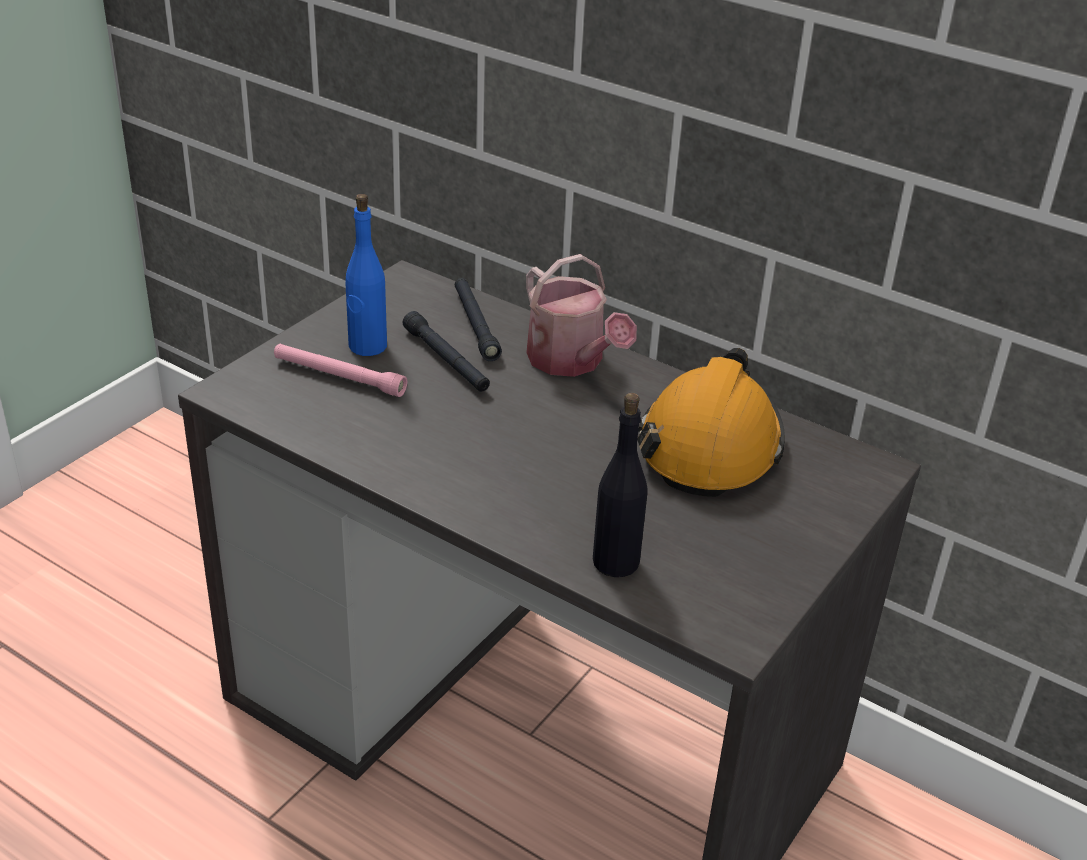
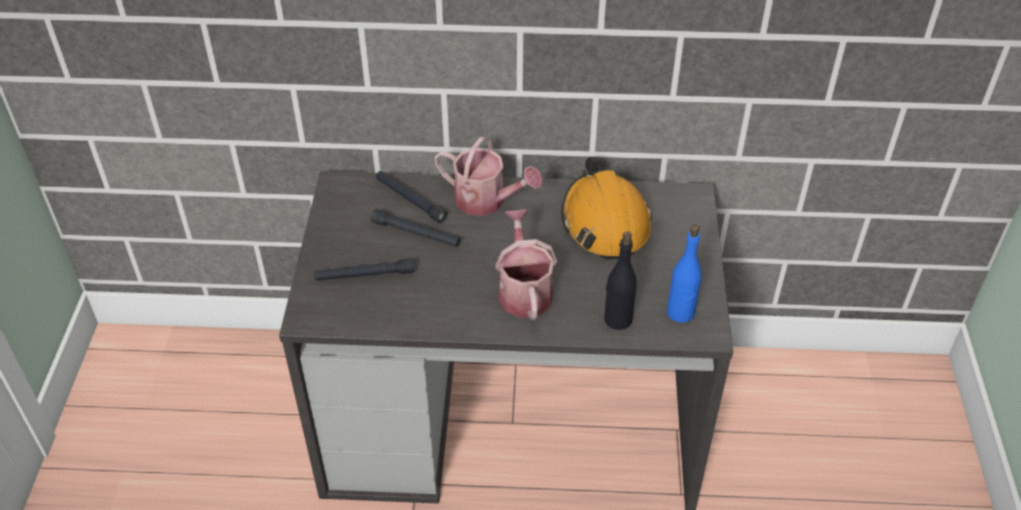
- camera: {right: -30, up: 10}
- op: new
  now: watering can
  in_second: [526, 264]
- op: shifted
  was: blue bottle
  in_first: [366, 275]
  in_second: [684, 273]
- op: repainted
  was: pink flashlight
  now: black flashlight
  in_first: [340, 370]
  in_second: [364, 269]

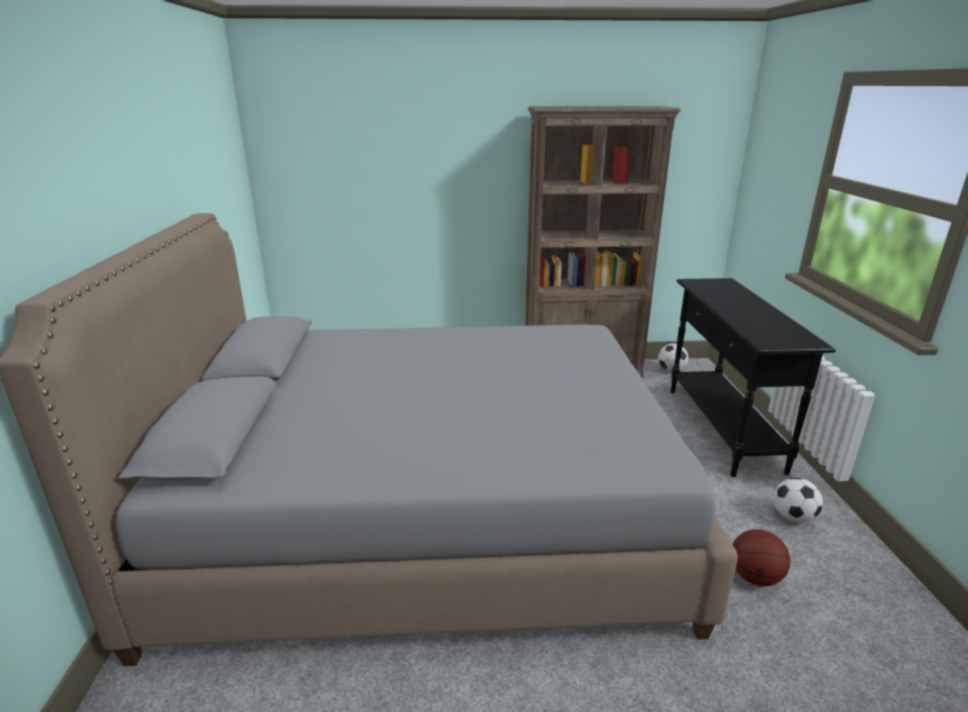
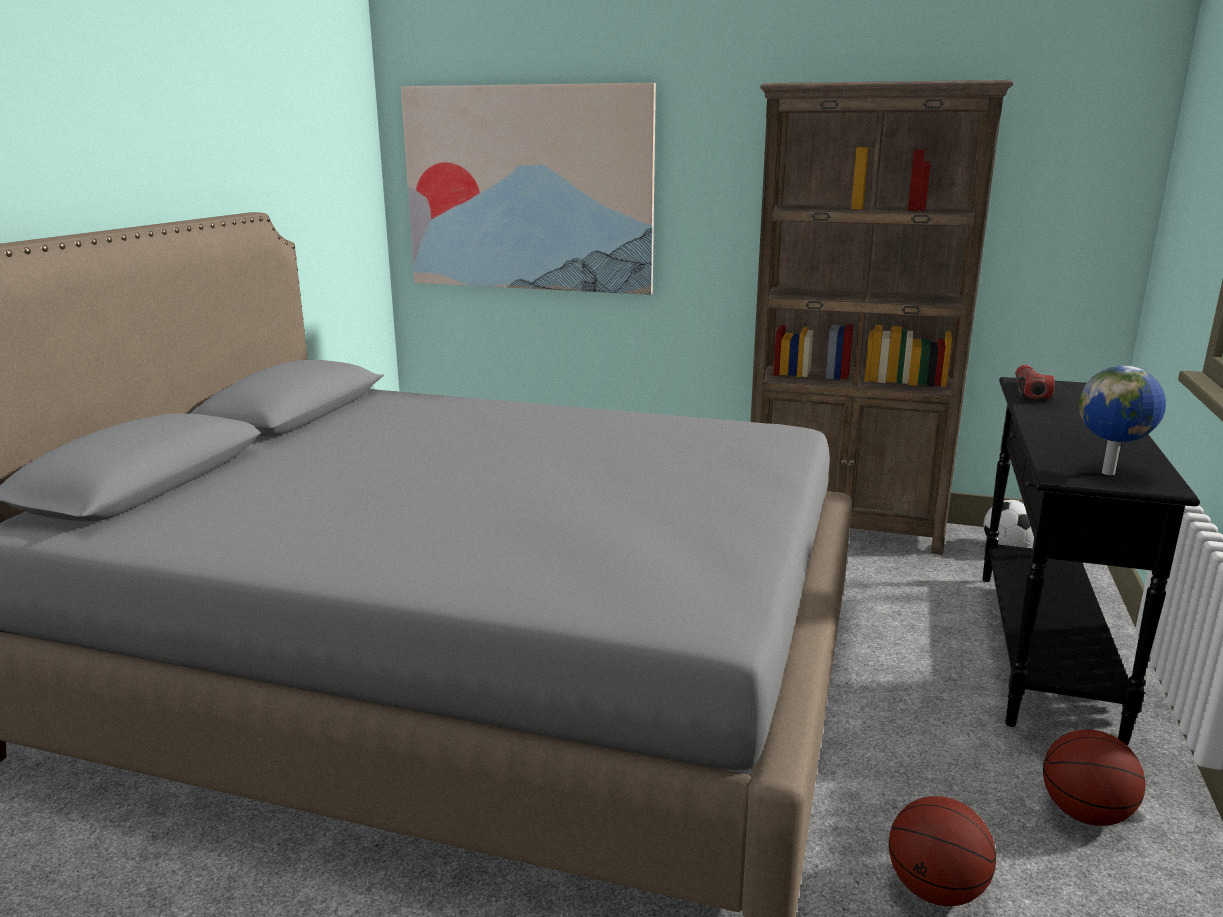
- camera: {right: 20, up: -5}
- op: new
  now: picture
  in_second: [528, 189]
- op: new
  now: flashlight
  in_second: [1035, 382]
- op: new
  now: globe
  in_second: [1122, 420]
- op: swapped
  was: football
  now: basketball
  in_first: [798, 500]
  in_second: [1094, 777]

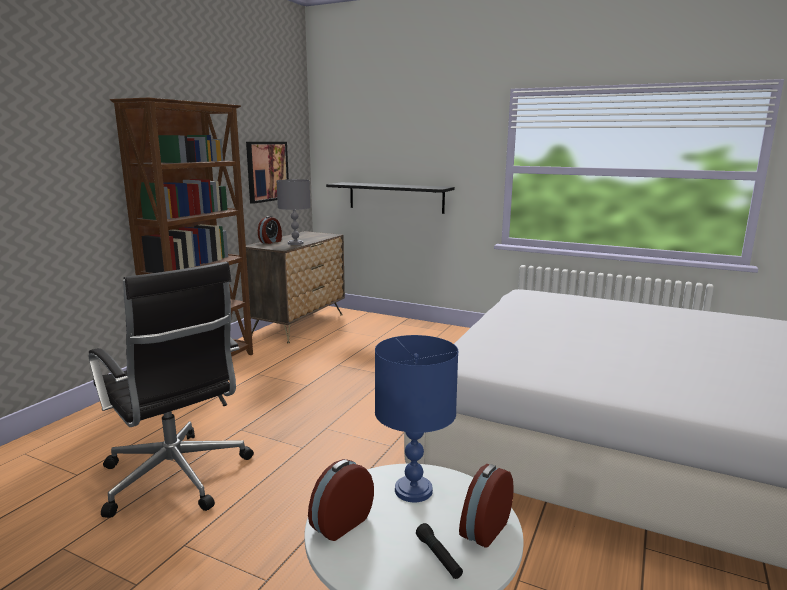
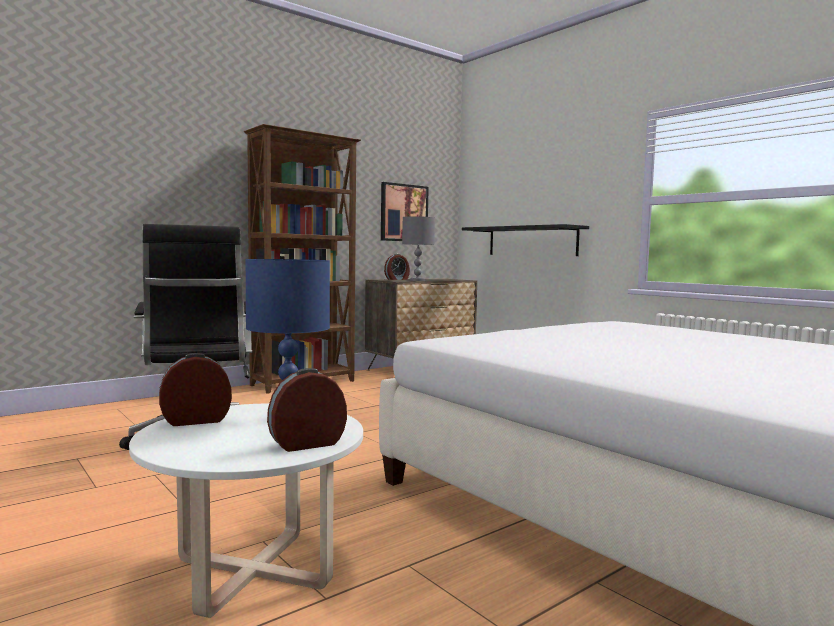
- camera: {right: 25, up: -10}
- op: gone
  was: black flashlight
  in_first: [439, 551]

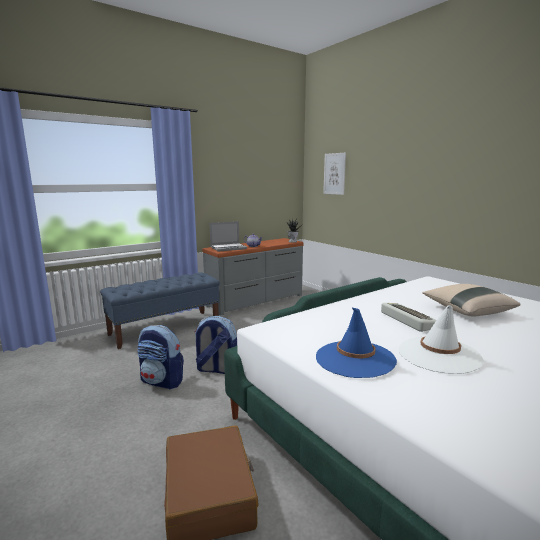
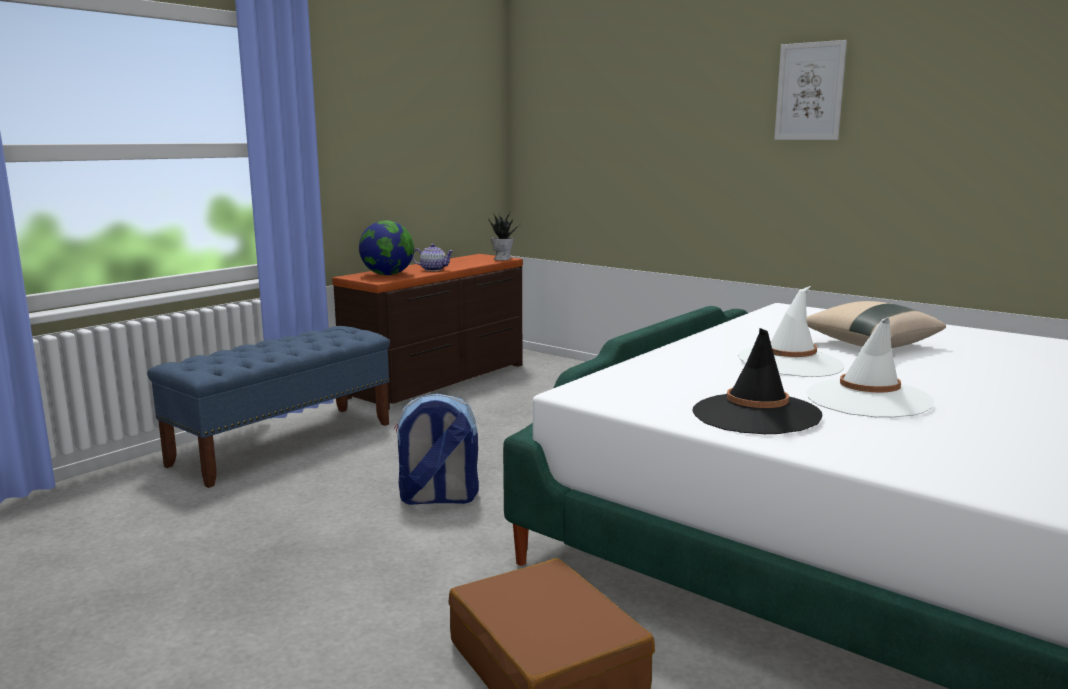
- camera: {right: -15, up: 0}
- op: gone
  was: backpack
  in_first: [160, 357]
- op: shifted
  was: picture
  in_first: [334, 174]
  in_second: [810, 90]
- op: swapped
  was: laptop
  now: globe
  in_first: [228, 236]
  in_second: [386, 248]
- op: swapped
  was: keyboard
  now: white hat
  in_first: [408, 317]
  in_second: [791, 331]
- op: repainted
  was: grey dresser
  now: brown dresser
  in_first: [253, 277]
  in_second: [427, 332]
- op: repainted
  was: blue hat
  now: black hat
  in_first: [356, 343]
  in_second: [757, 381]

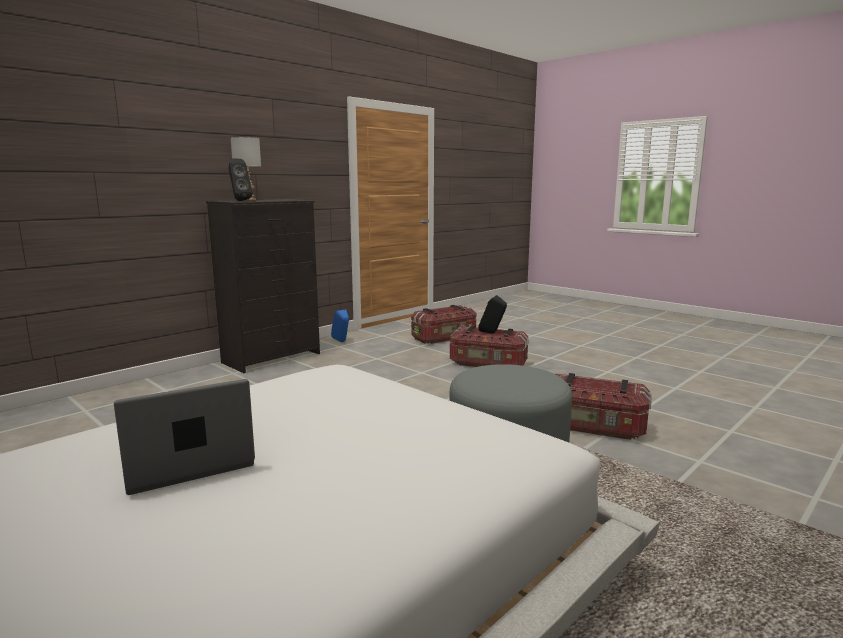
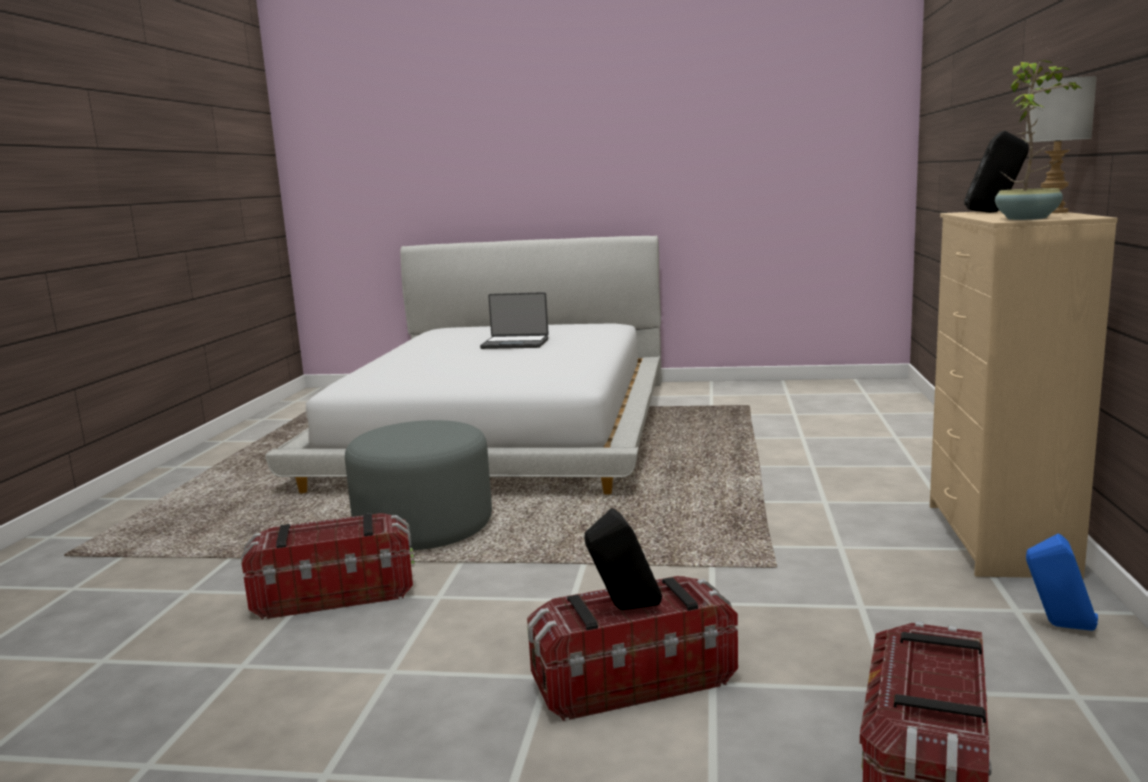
- camera: {right: 145, up: 0}
- op: new
  now: potted plant
  in_second: [1038, 140]
- op: repainted
  was: black dresser
  now: beige dresser
  in_first: [263, 286]
  in_second: [1024, 394]
- op: rotated
  was: laptop
  in_first: [184, 437]
  in_second: [514, 320]
  clockwise: 75

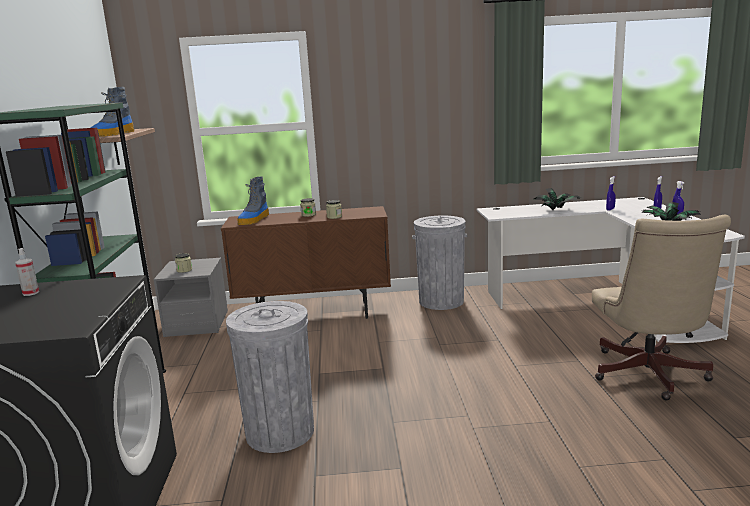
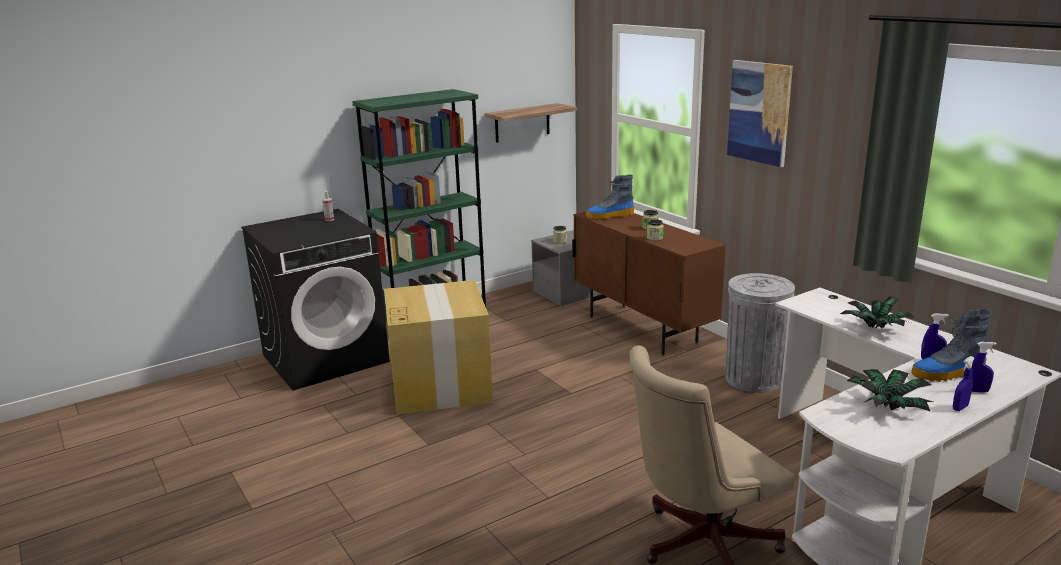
- camera: {right: 60, up: 5}
- op: new
  now: picture
  in_second: [760, 113]
- op: shifted
  was: boot
  in_first: [112, 112]
  in_second: [951, 345]
- op: swapped
  was: grey trash can
  now: cardboard box
  in_first: [270, 377]
  in_second: [438, 347]

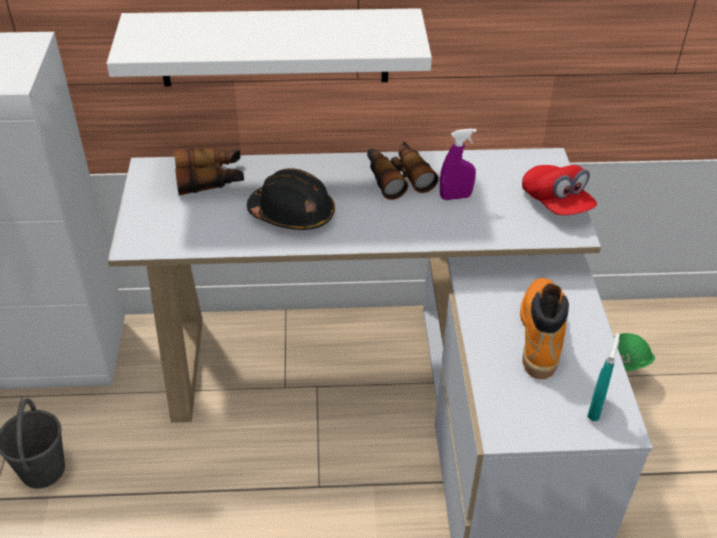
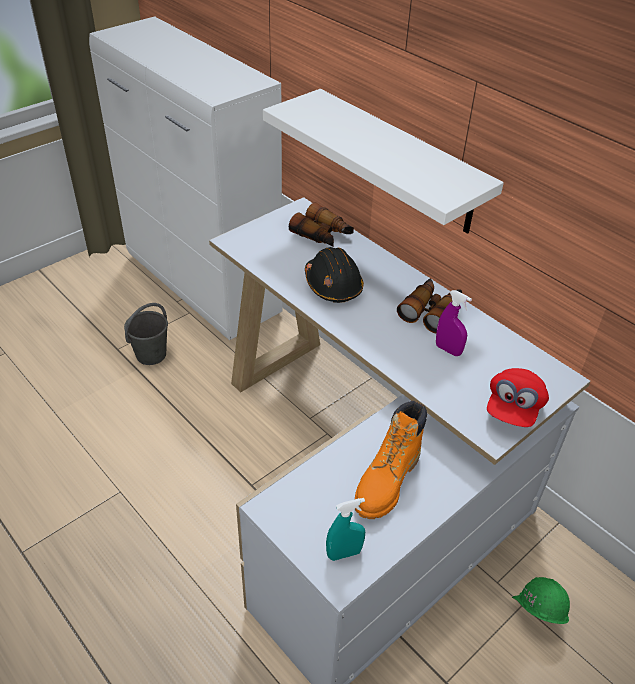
- camera: {right: 50, up: 0}
- op: rotated
  was: orange boot
  in_first: [544, 328]
  in_second: [391, 460]
  clockwise: 150

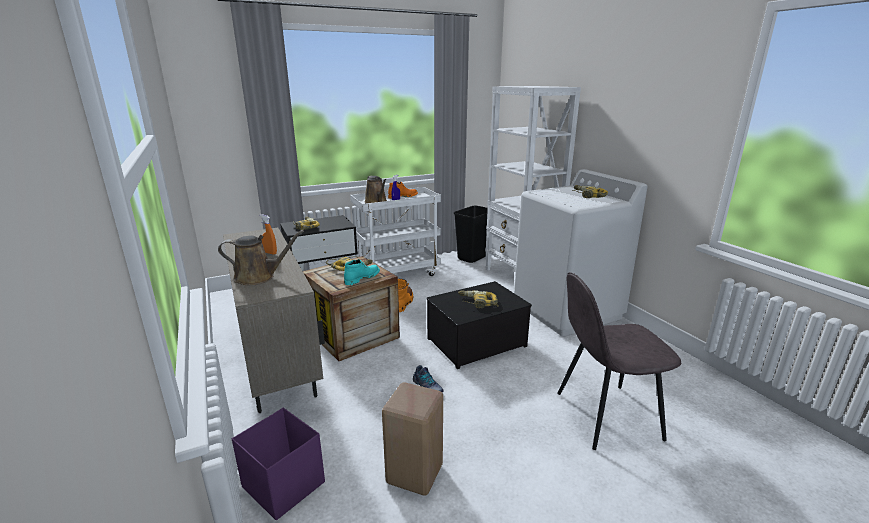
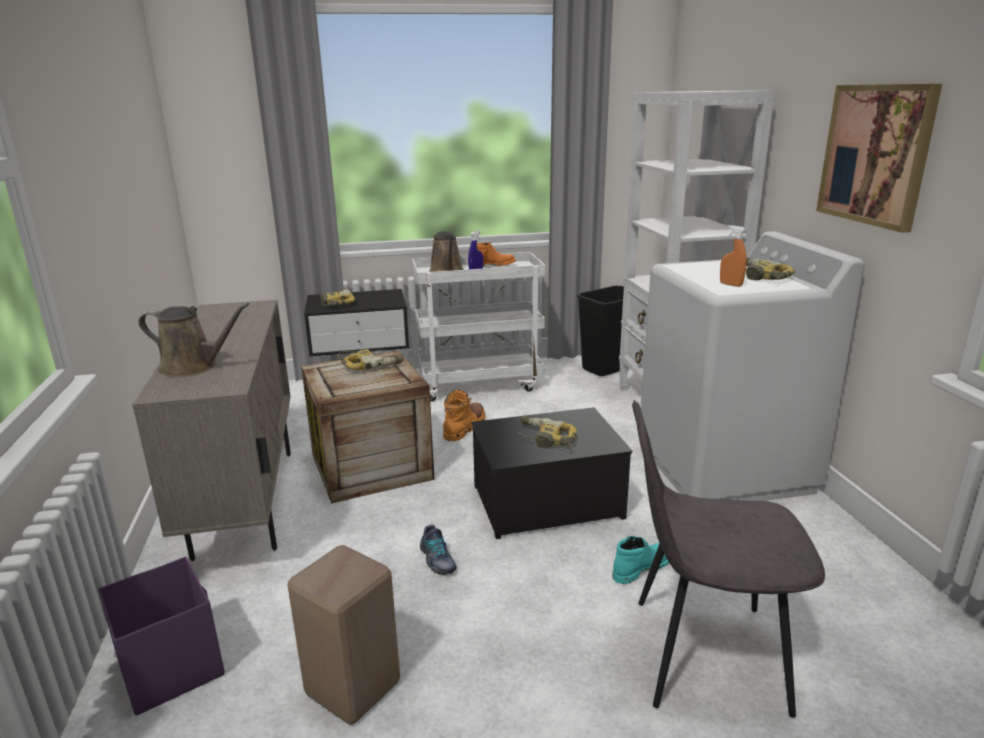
- camera: {right: 15, up: 0}
- op: new
  now: picture
  in_second: [879, 158]
- op: shifted
  was: orange spray bottle
  in_first: [268, 234]
  in_second: [733, 256]
- op: shifted
  was: turquoise boot
  in_first: [362, 272]
  in_second: [641, 560]

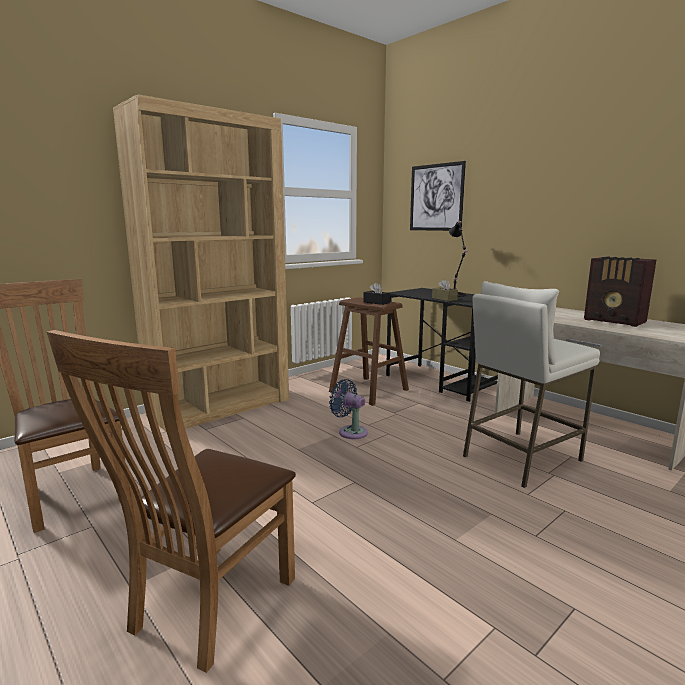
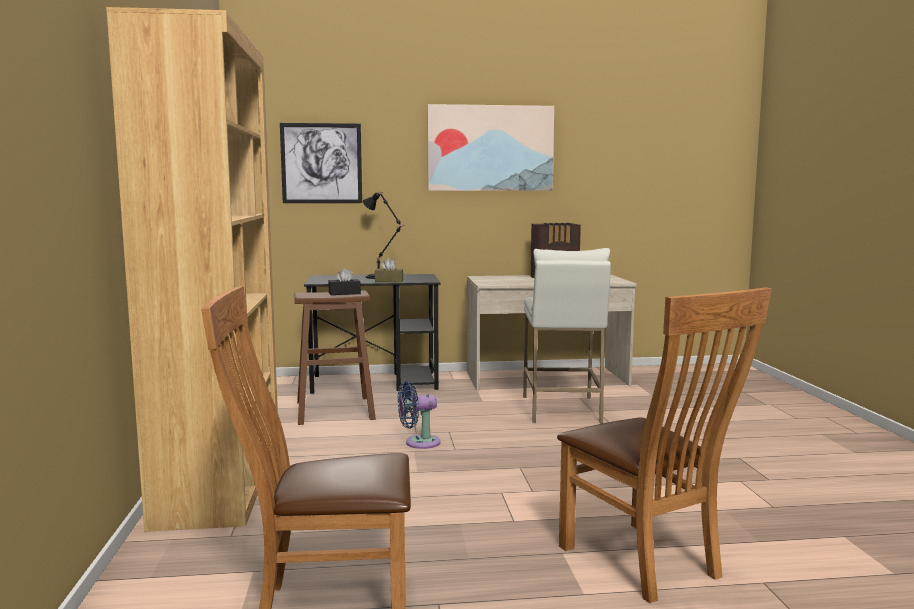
- camera: {right: -55, up: -5}
- op: new
  now: picture
  in_second: [490, 147]

